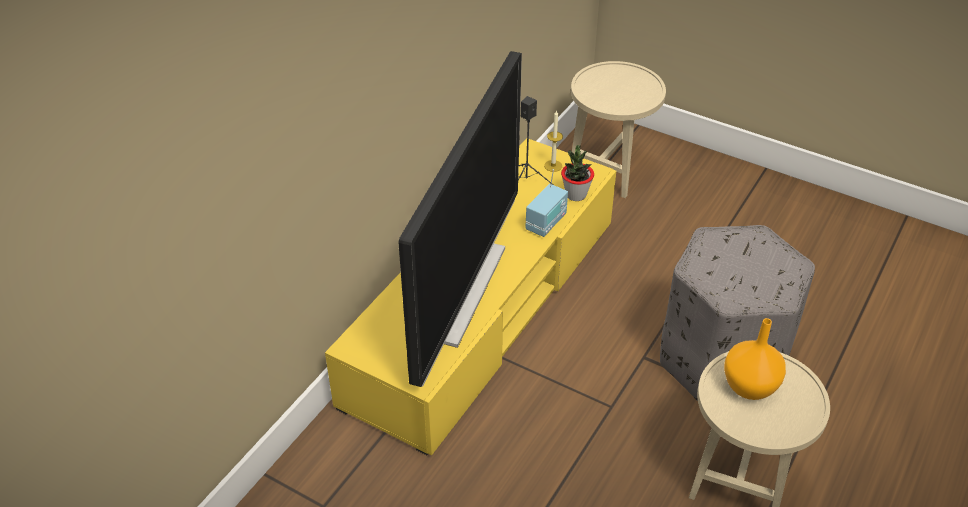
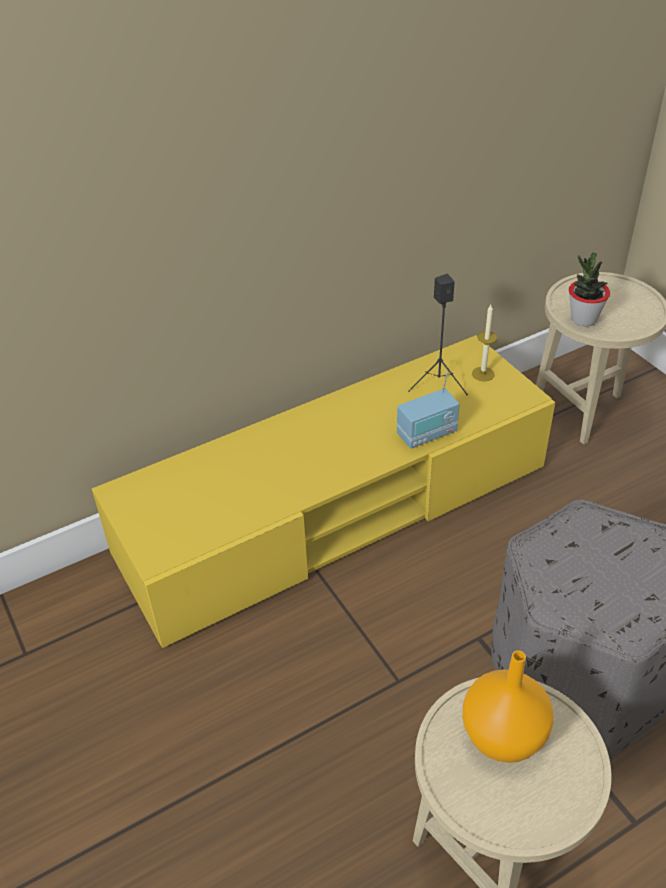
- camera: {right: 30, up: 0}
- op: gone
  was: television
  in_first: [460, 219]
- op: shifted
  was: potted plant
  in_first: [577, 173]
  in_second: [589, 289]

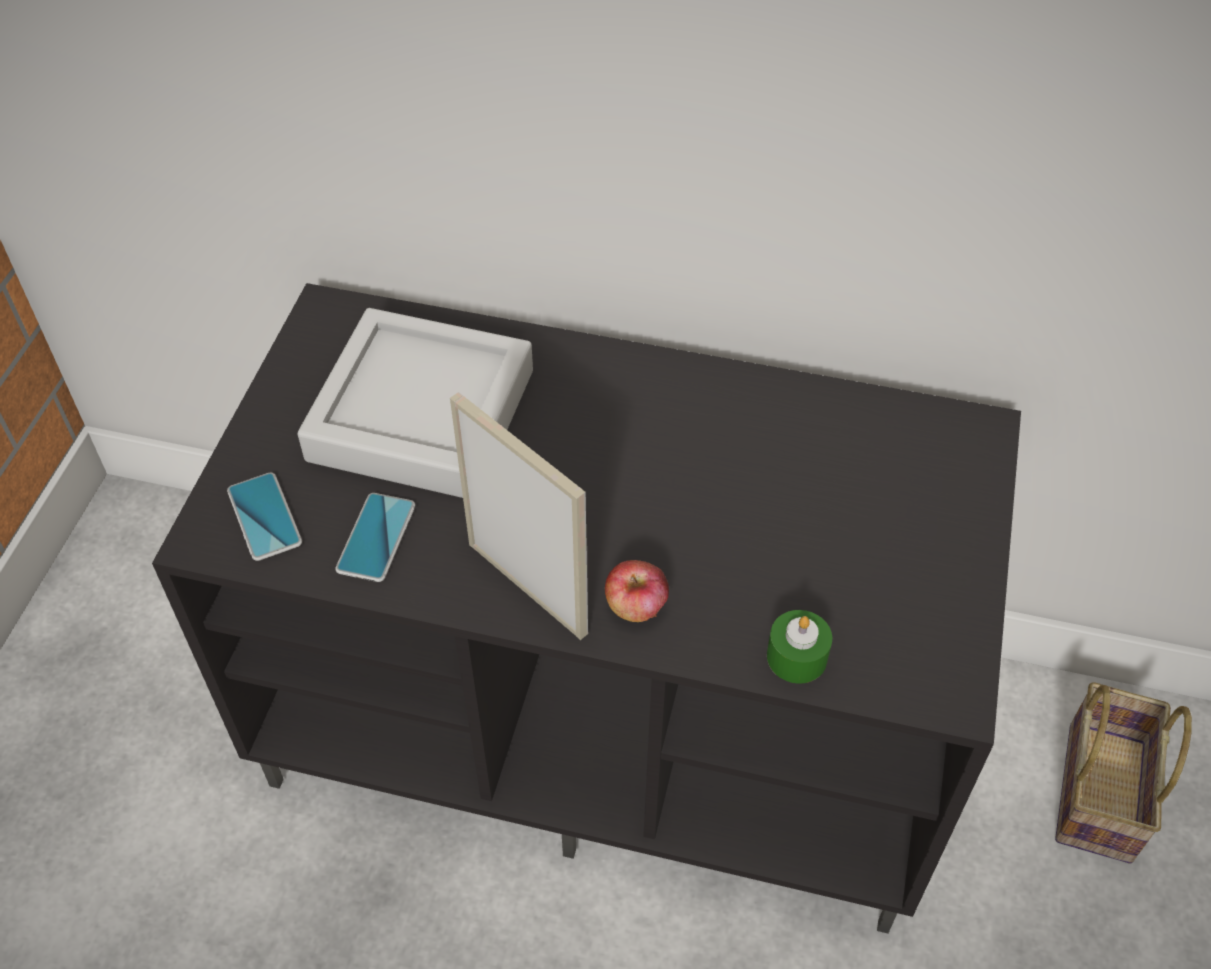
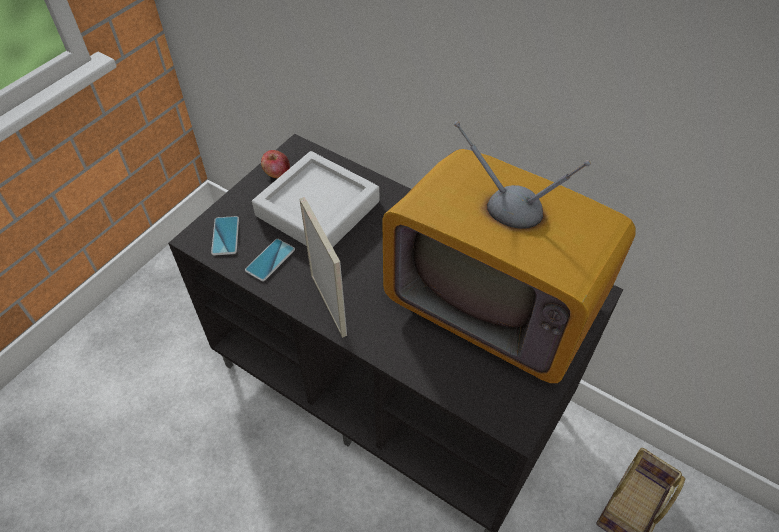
- camera: {right: 20, up: 0}
- op: gone
  was: green candle
  in_first: [799, 647]
- op: new
  now: television
  in_second: [509, 252]
- op: shifted
  was: apple
  in_first: [637, 591]
  in_second: [275, 164]

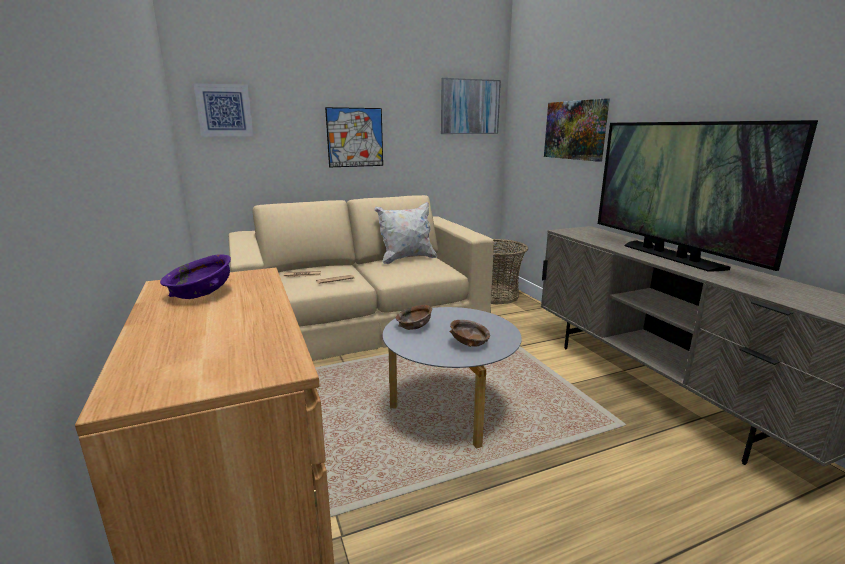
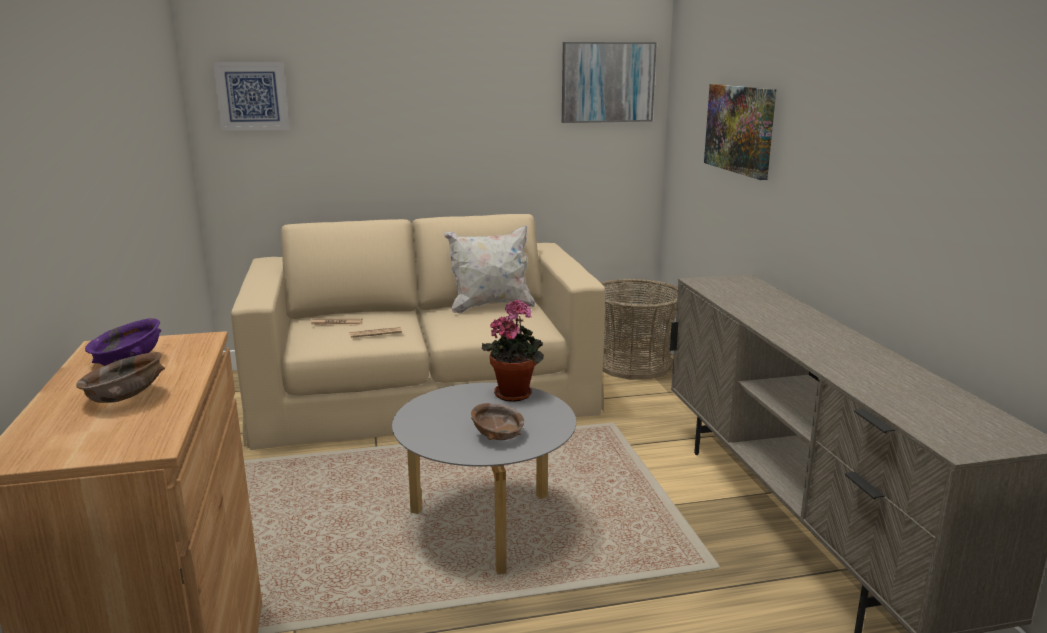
- camera: {right: 10, up: 0}
- op: gone
  was: picture
  in_first: [354, 137]
- op: gone
  was: television
  in_first: [708, 195]
- op: new
  now: potted plant
  in_second: [513, 350]
- op: shifted
  was: brown bowl
  in_first: [414, 317]
  in_second: [120, 377]

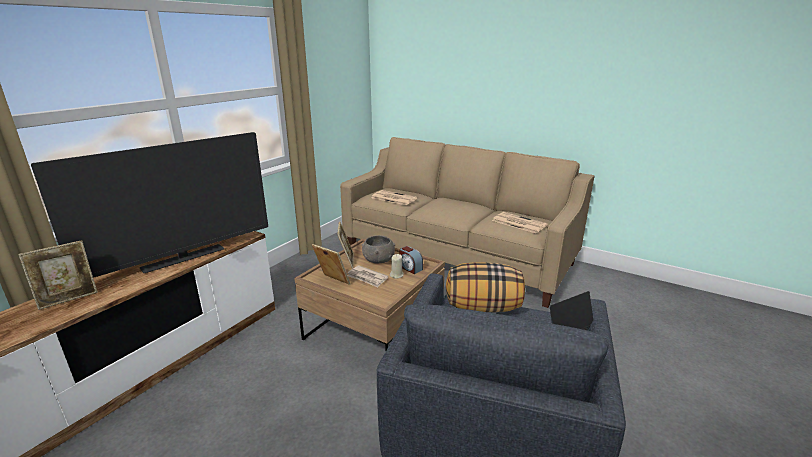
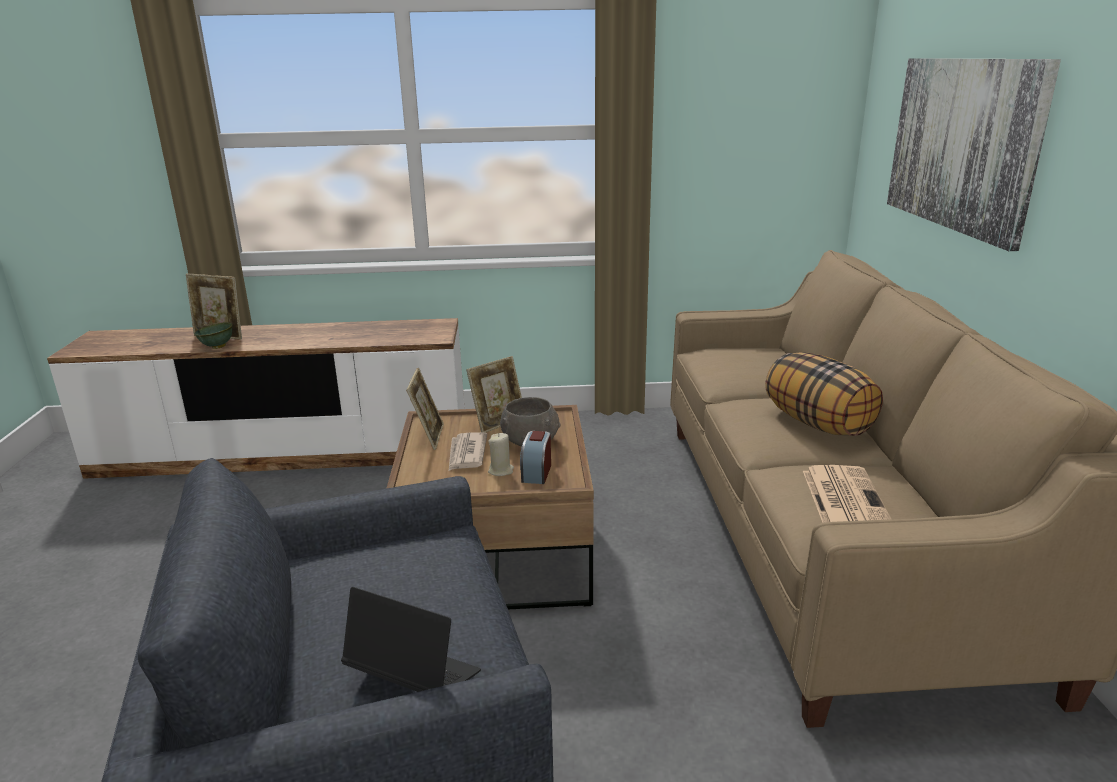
- camera: {right: 55, up: 0}
- op: gone
  was: television
  in_first: [149, 205]
- op: gone
  was: newspaper
  in_first: [394, 197]
- op: new
  now: green bowl
  in_second: [213, 335]
- op: new
  now: picture
  in_second: [974, 154]
- op: shifted
  was: pillow
  in_first: [485, 287]
  in_second: [824, 394]

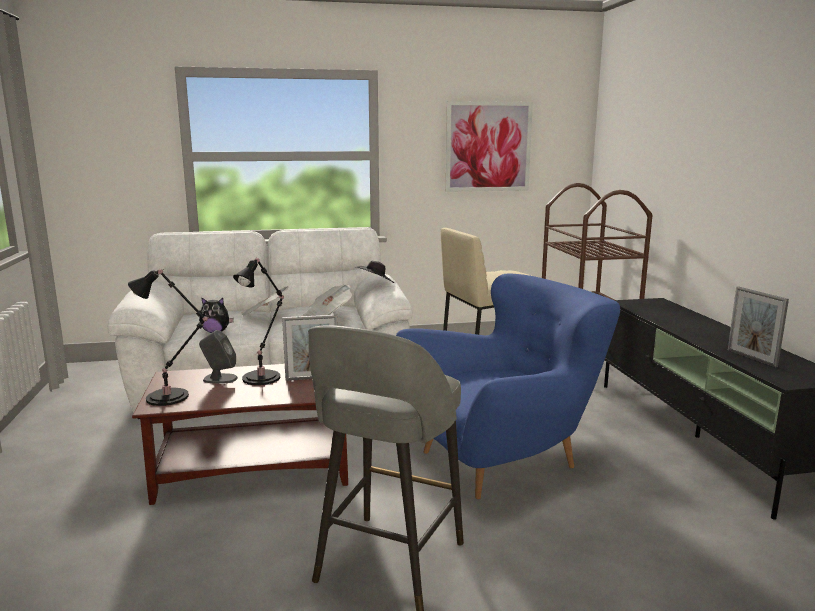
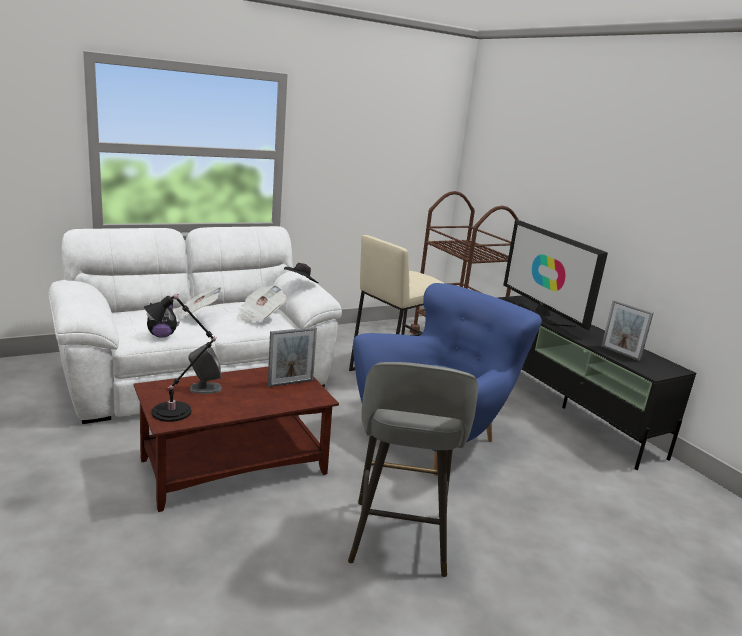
- camera: {right: -20, up: 5}
- op: gone
  was: black table lamp
  in_first: [258, 321]
- op: gone
  was: picture
  in_first: [489, 146]
- op: new
  now: television
  in_second: [555, 274]

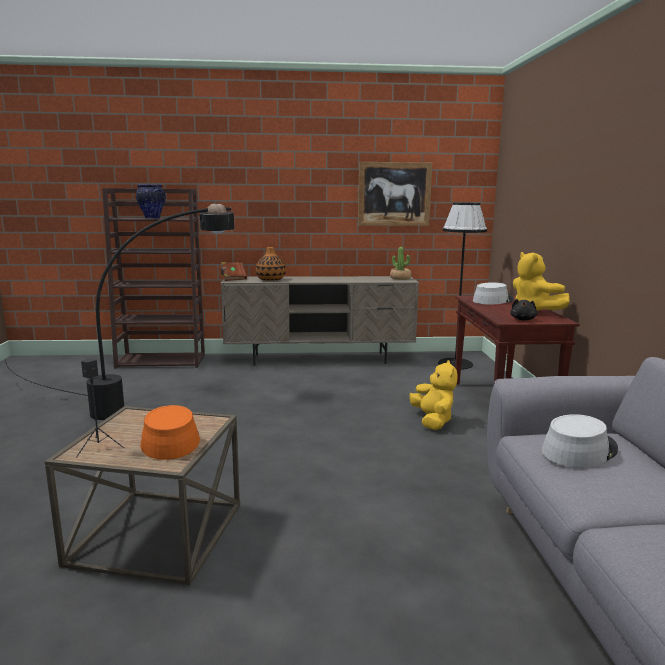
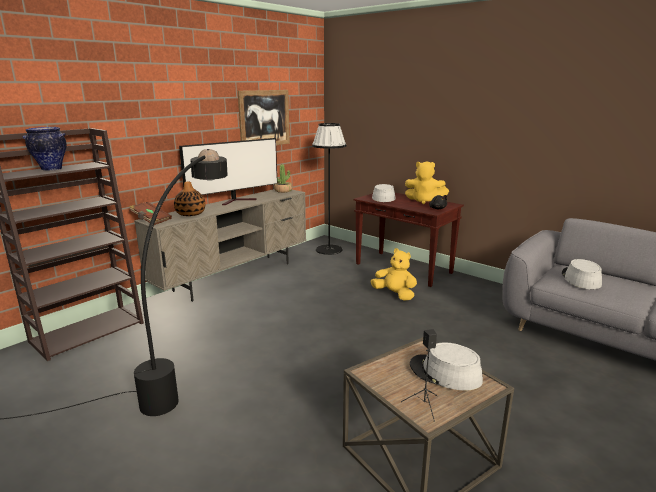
- camera: {right: -45, up: 5}
- op: new
  now: television
  in_second: [228, 171]
- op: repainted
  was: orange hat
  now: grey hat
  in_first: [170, 432]
  in_second: [446, 366]

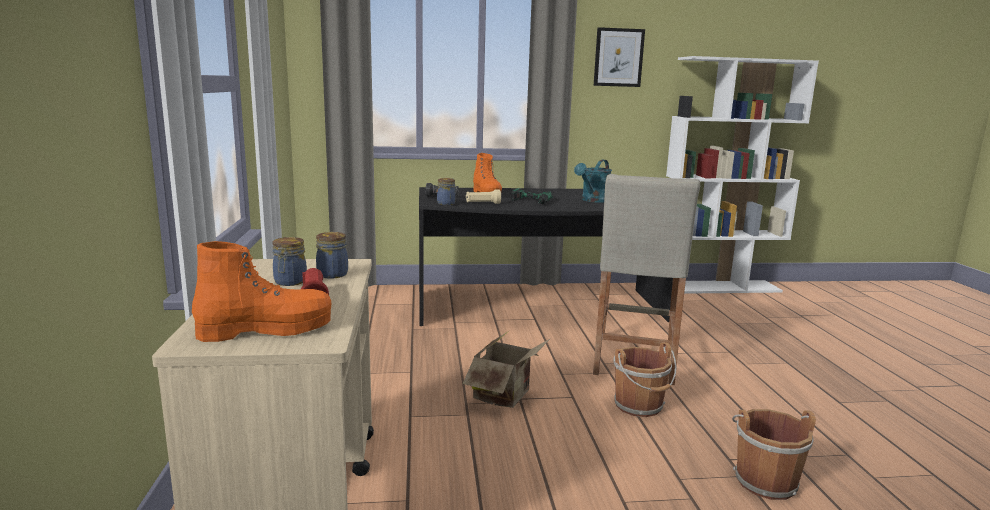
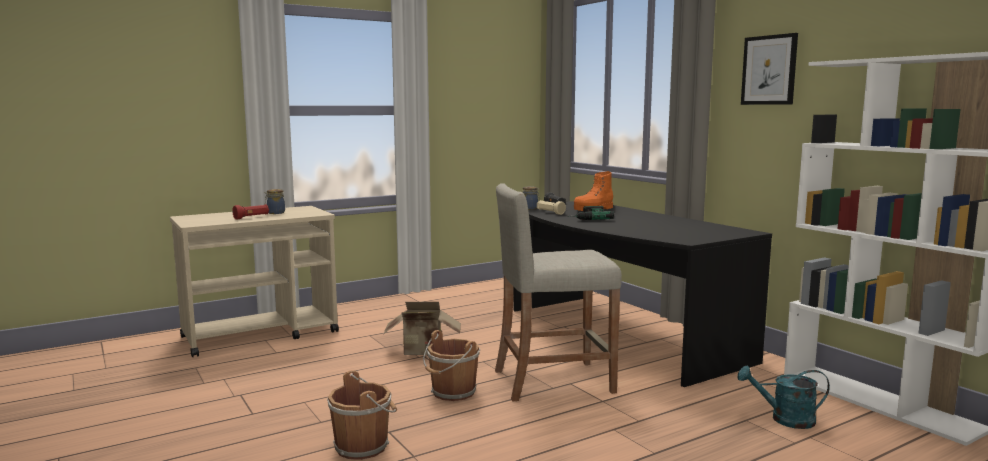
- camera: {right: 65, up: -5}
- op: gone
  was: orange boot
  in_first: [261, 291]
- op: gone
  was: jar
  in_first: [332, 255]
- op: shifted
  was: turquoise watering can
  in_first: [593, 181]
  in_second: [783, 397]

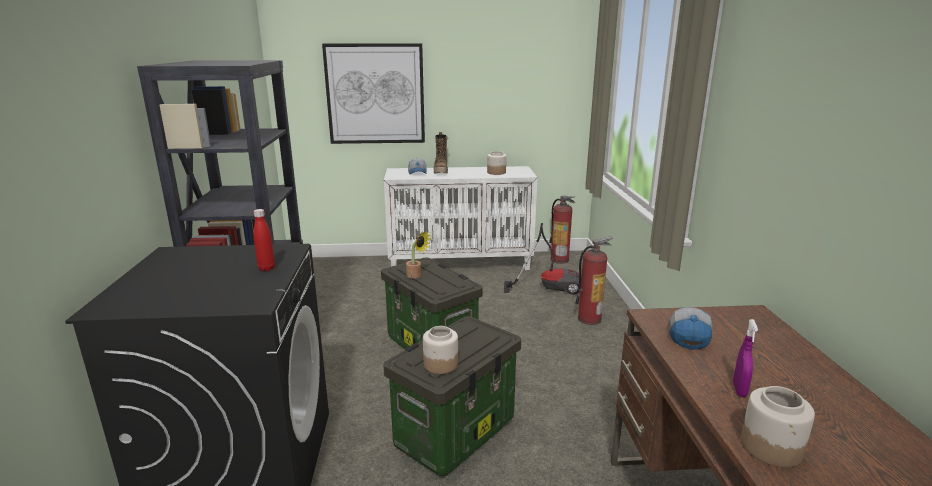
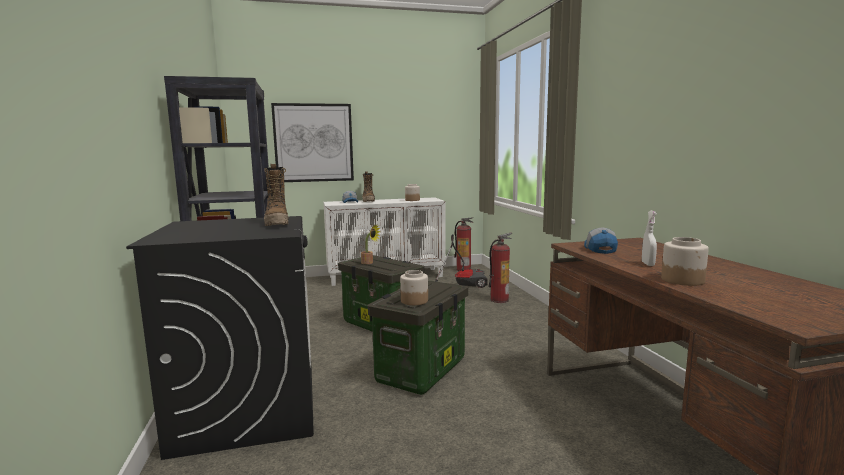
- camera: {right: -10, up: -10}
- op: swapped
  was: red bottle
  now: boot
  in_first: [264, 240]
  in_second: [276, 195]
- op: repainted
  was: purple spray bottle
  now: white spray bottle
  in_first: [745, 358]
  in_second: [649, 238]

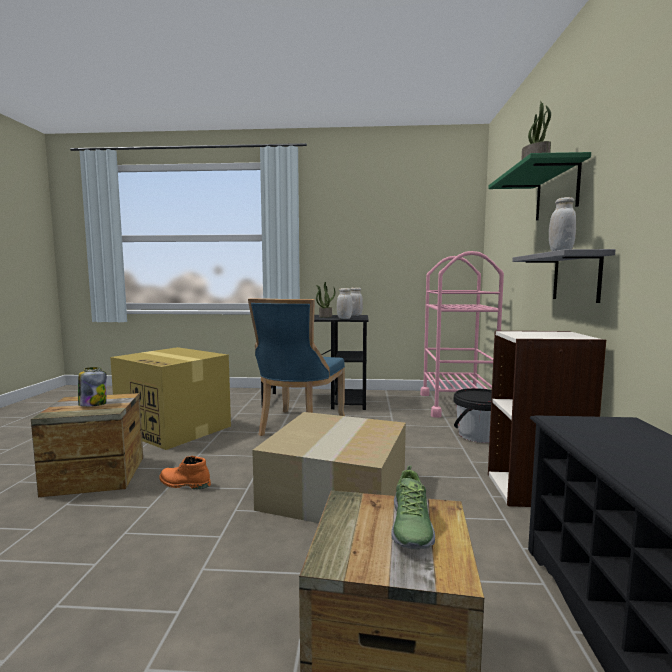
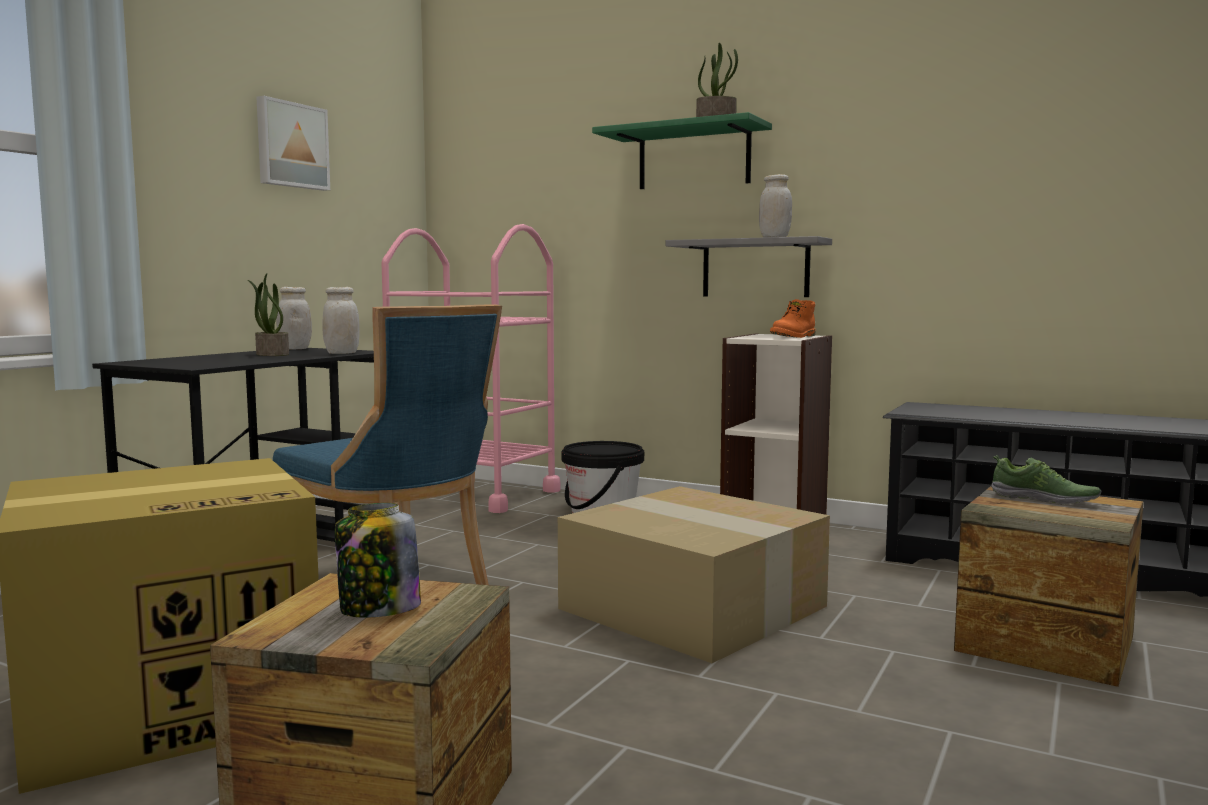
- camera: {right: -65, up: 0}
- op: new
  now: picture
  in_second: [293, 143]
- op: shifted
  was: orange boot
  in_first: [185, 472]
  in_second: [793, 318]

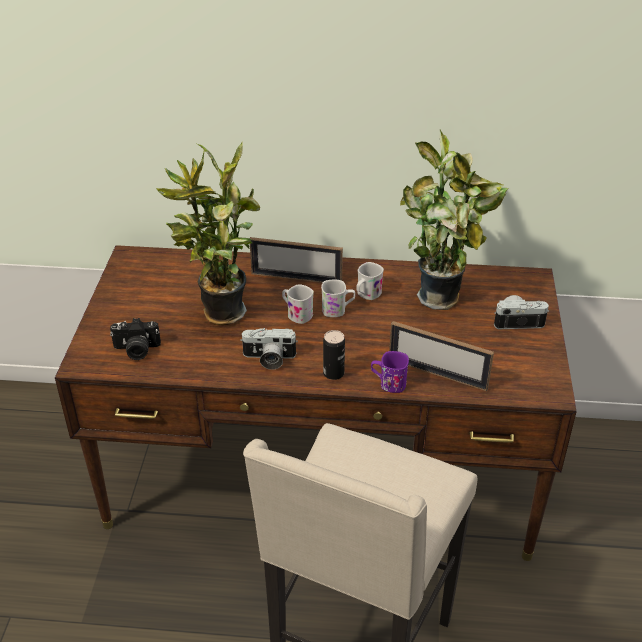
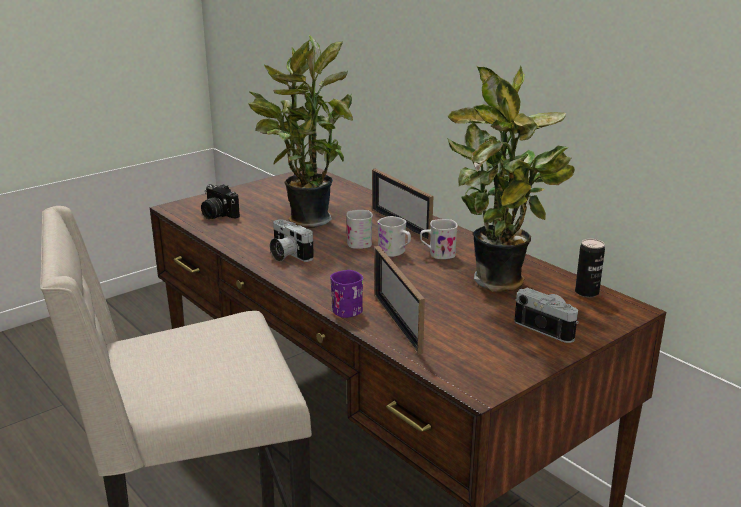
- camera: {right: 45, up: -15}
- op: shifted
  was: can
  in_first: [334, 355]
  in_second: [590, 268]

